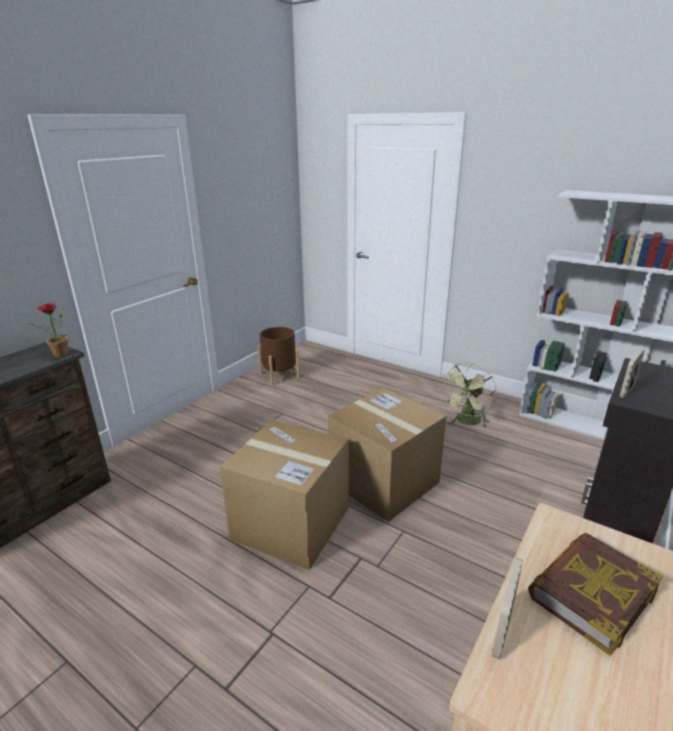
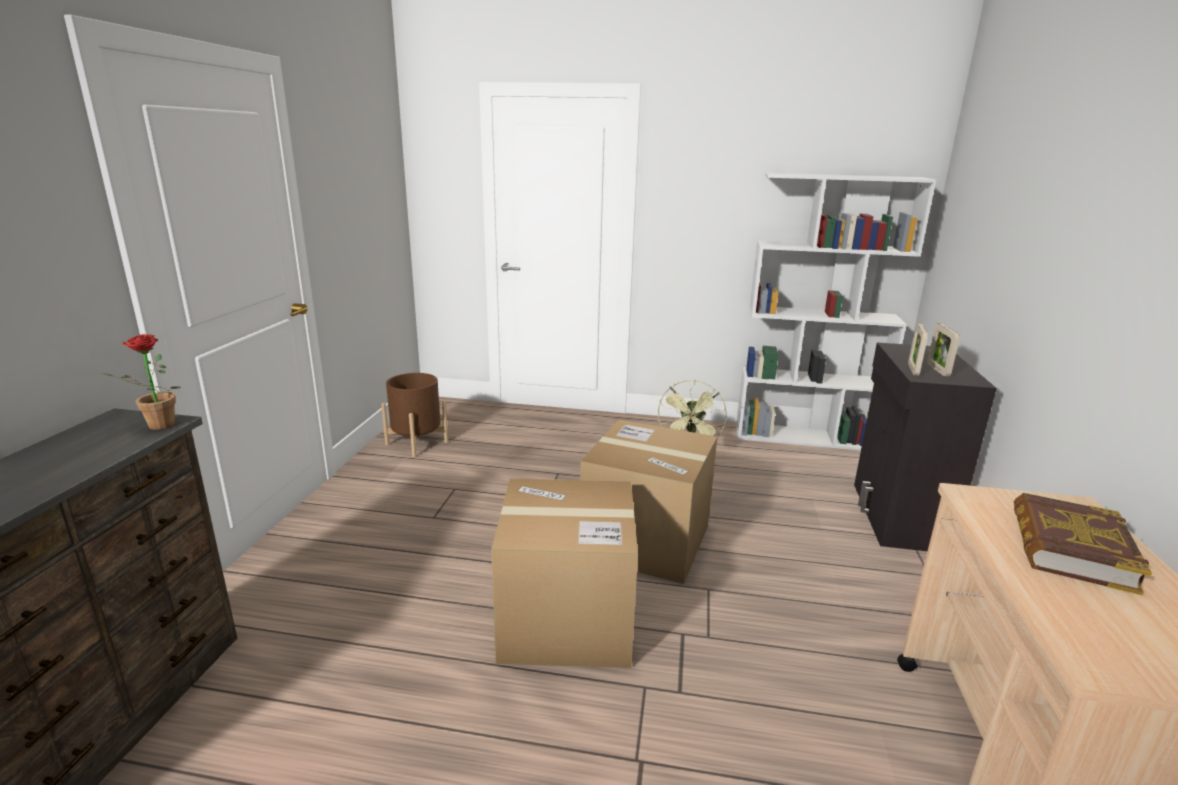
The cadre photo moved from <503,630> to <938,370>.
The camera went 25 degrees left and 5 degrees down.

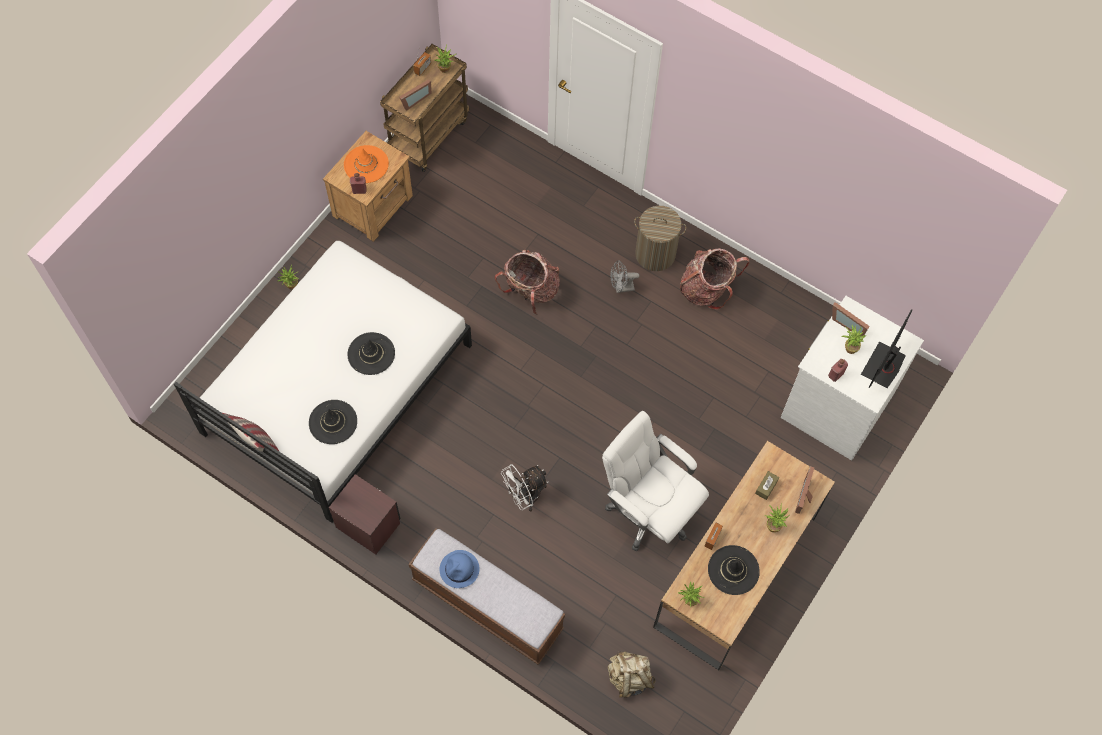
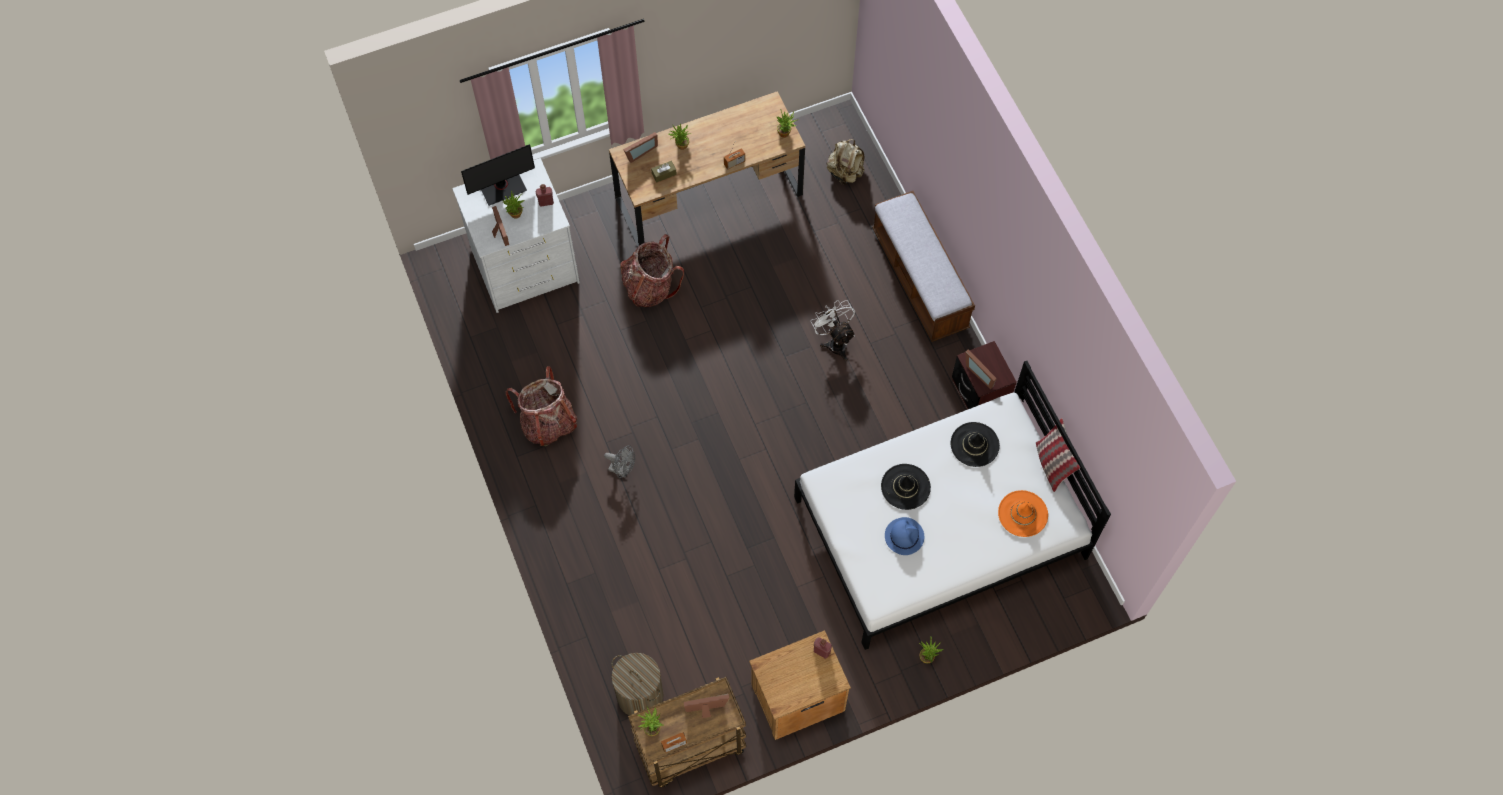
The chapeau (orange) moved from <366,164> to <1023,514>.
The chapeau (bleu) moved from <459,569> to <904,536>.
The sac à dos moved from <530,291> to <650,287>.
The ventilateur (blanc) at <525,496> turned 120 degrees counterclockwise.
The chaise de bureau (blanc) at <648,511> disappeared.
The panier à linge moved from <655,254> to <640,695>.
The chapeau (noir) at <733,570> disappeared.
The cadre photo at <980,372> appeared.
The camera went 145 degrees left and 0 degrees up.

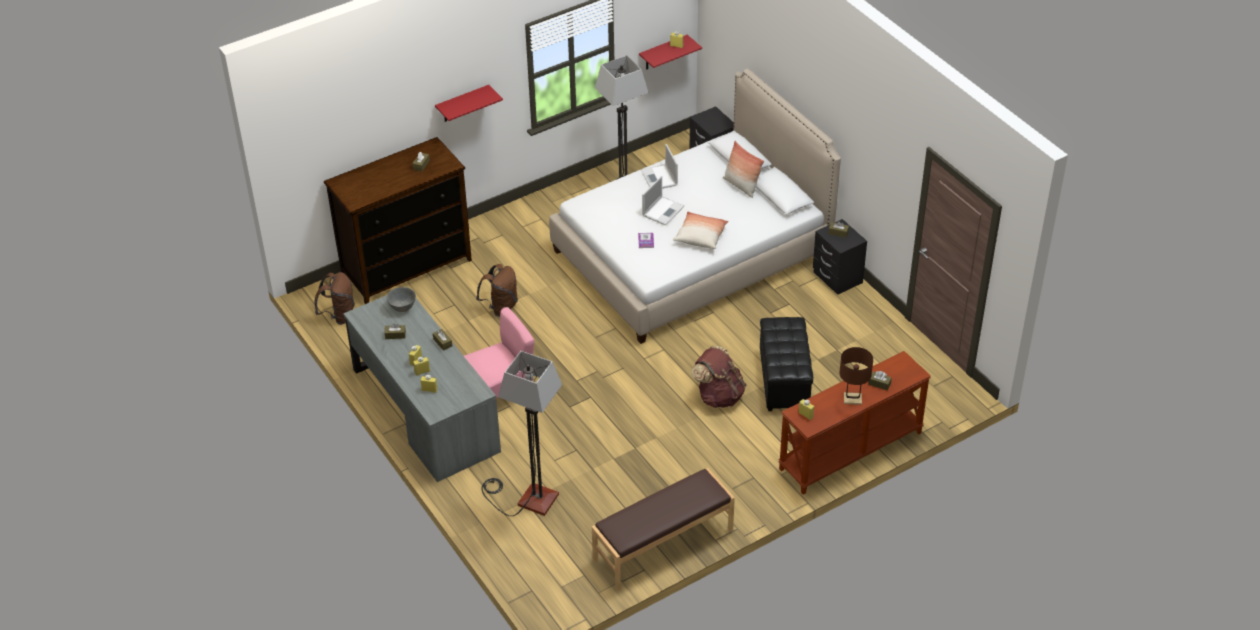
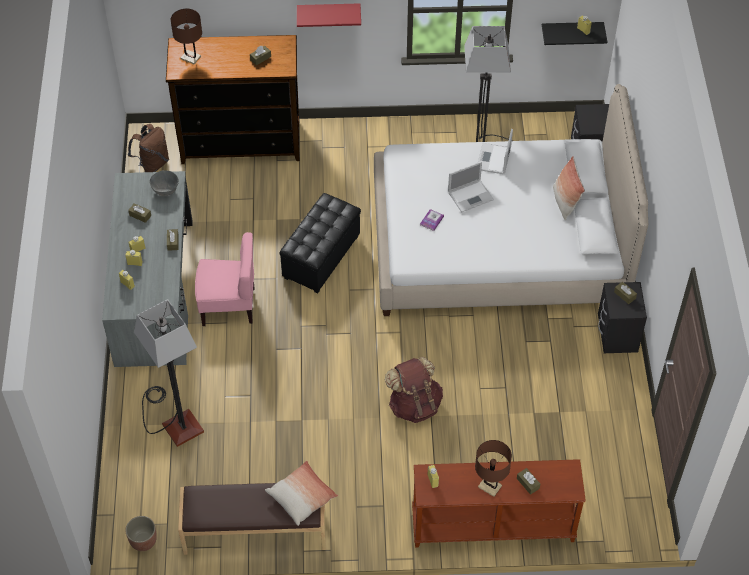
The sac à dos (marron) at <500,307> disappeared.
The étagère (rouge) at <663,53> became the étagère (noir) at <571,31>.
The coussin moved from <700,236> to <302,497>.
The pouf (noir) moved from <784,381> to <322,258>.
The cache-pot at <143,541> appeared.
The lampe de table (marron) at <190,57> appeared.
The camera went 30 degrees right and 10 degrees up.

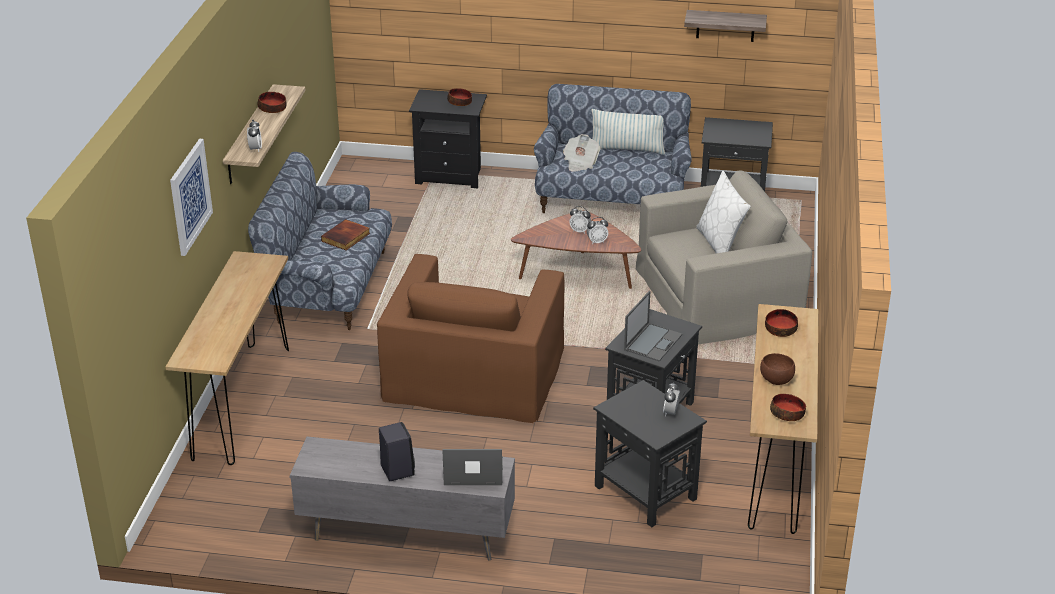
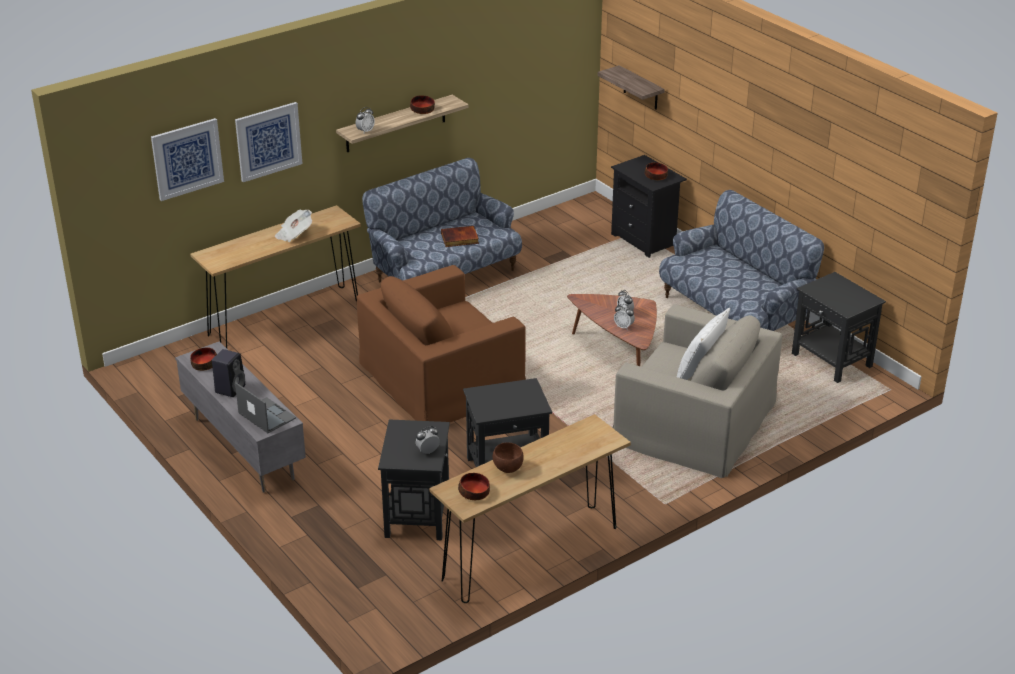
The journal moved from <580,163> to <294,234>.
The coussin at <627,149> disappeared.
The ordinateur portable at <653,342> disappeared.
The étagère moved from <725,25> to <640,88>.
The bol moved from <780,329> to <204,364>.
The tableau at <187,159> appeared.
The camera went 45 degrees right and 0 degrees up.

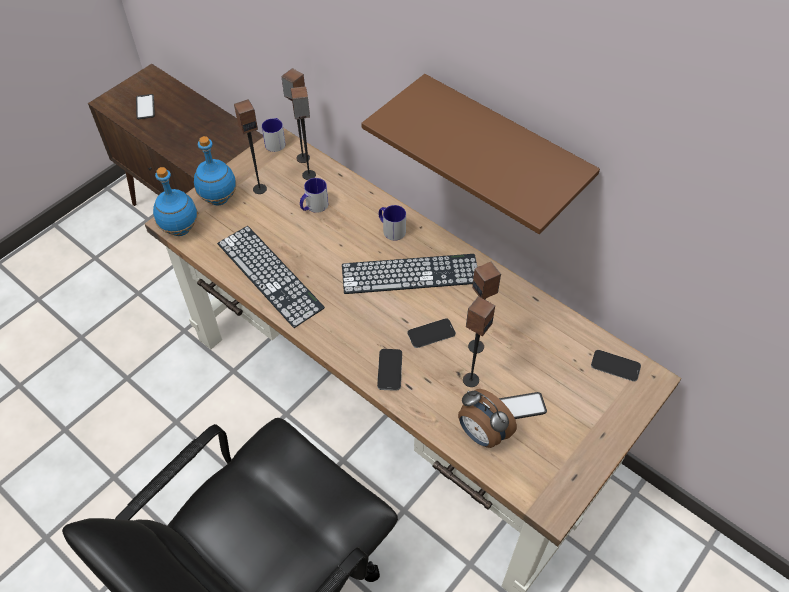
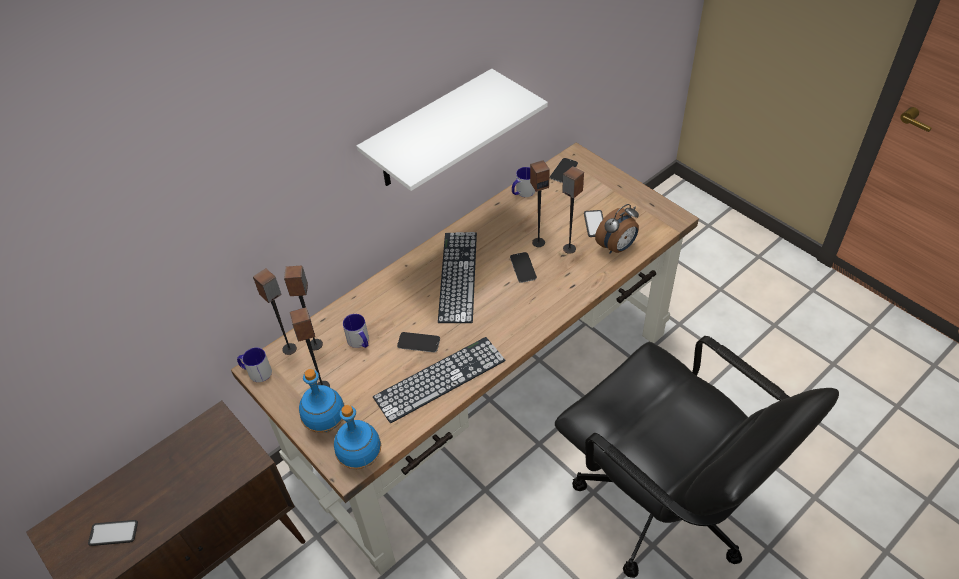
The étagère (marron) at <503,148> became the étagère (blanc) at <429,131>.
The téléphone moved from <389,370> to <418,343>.
The mug moved from <391,229> to <522,192>.
The camera went 80 degrees left and 5 degrees down.

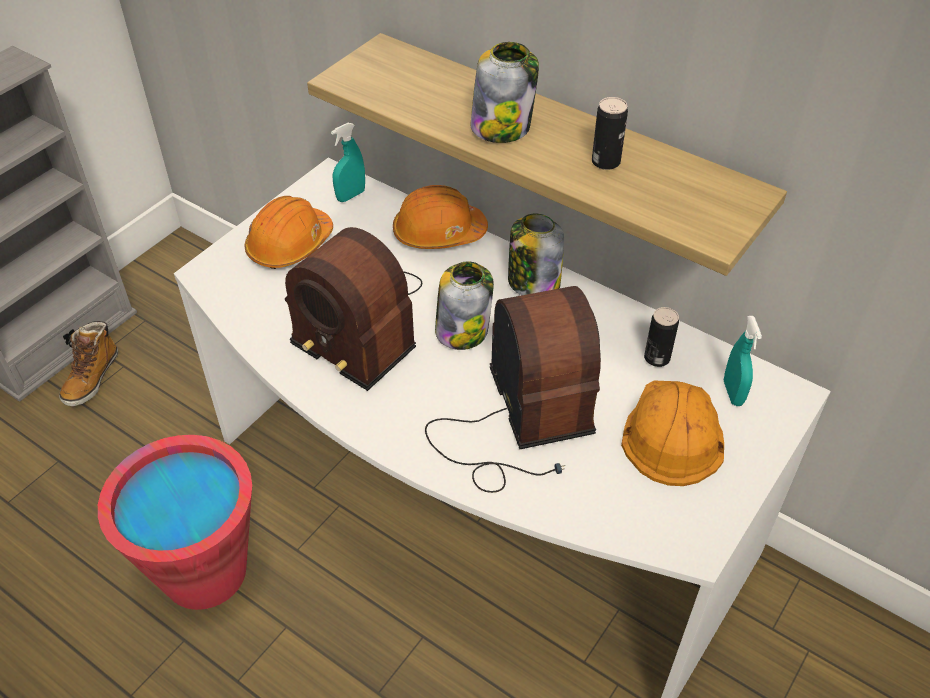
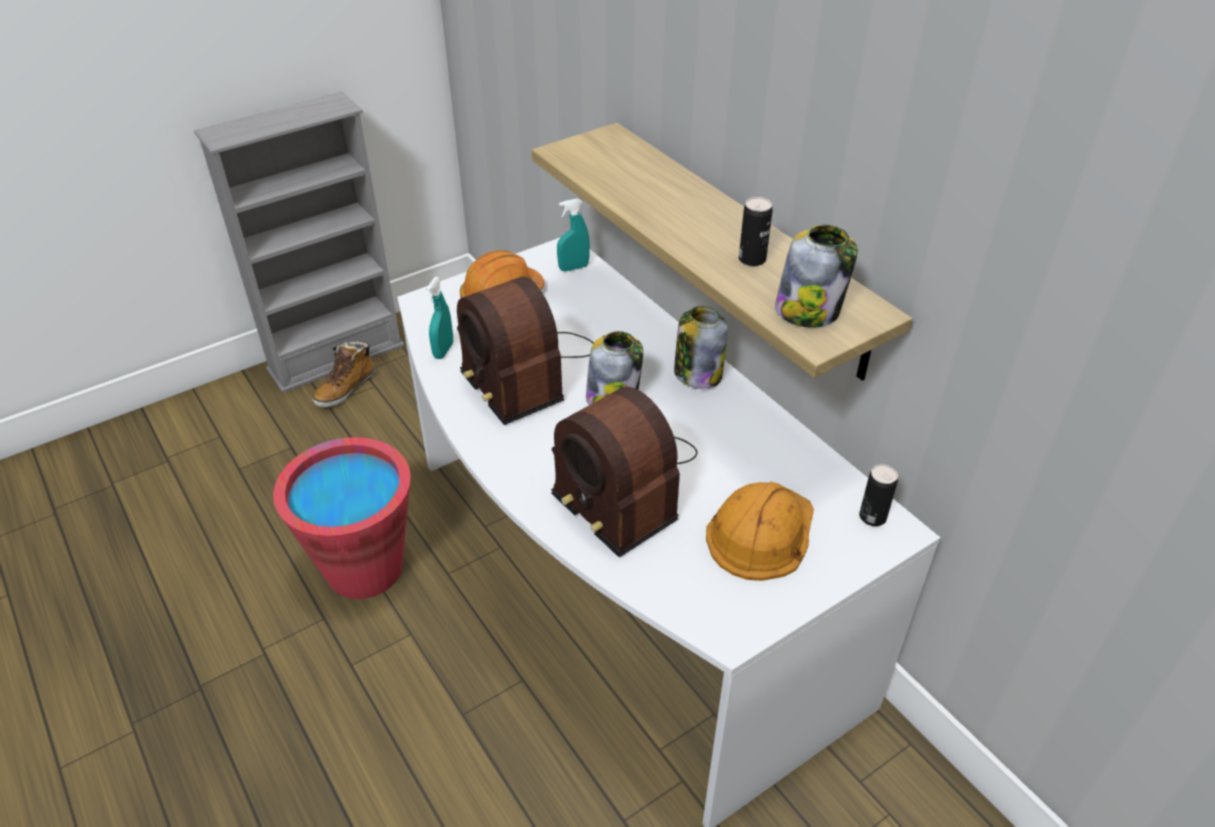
The casque de chantier (orange) at <438,233> disappeared.
The radio at <519,422> turned 135 degrees clockwise.
The bocal moved from <502,127> to <809,310>.
The boîte métallique moved from <657,358> to <872,517>.
The vaporisateur (turquoise) moved from <733,393> to <443,350>.
The camera went 20 degrees right and 5 degrees down.

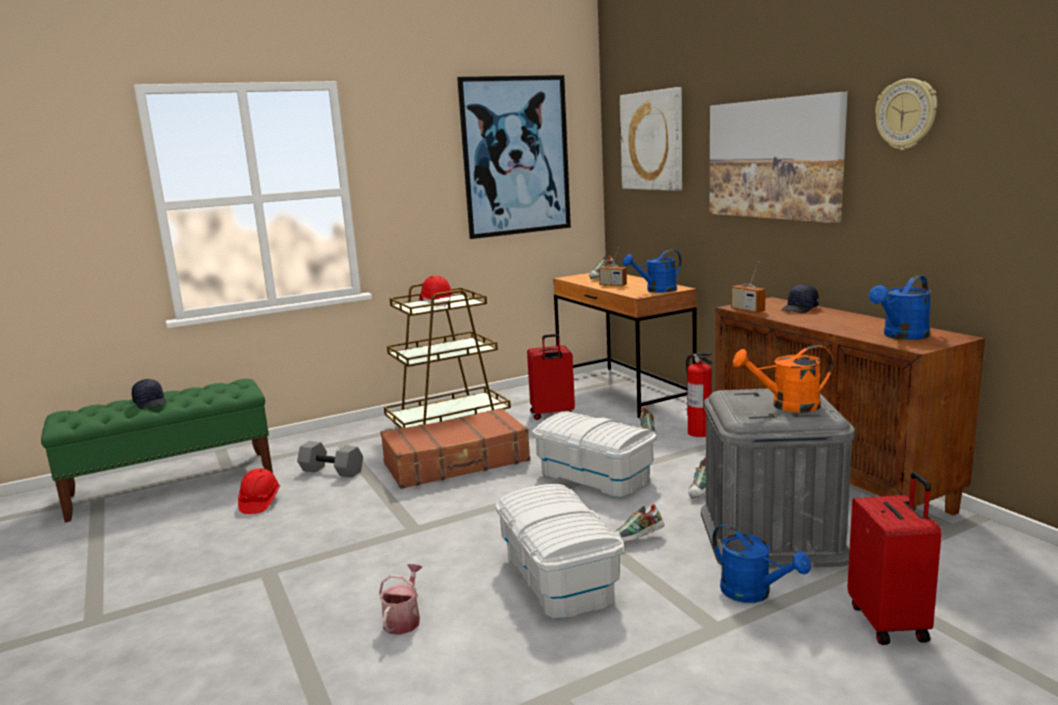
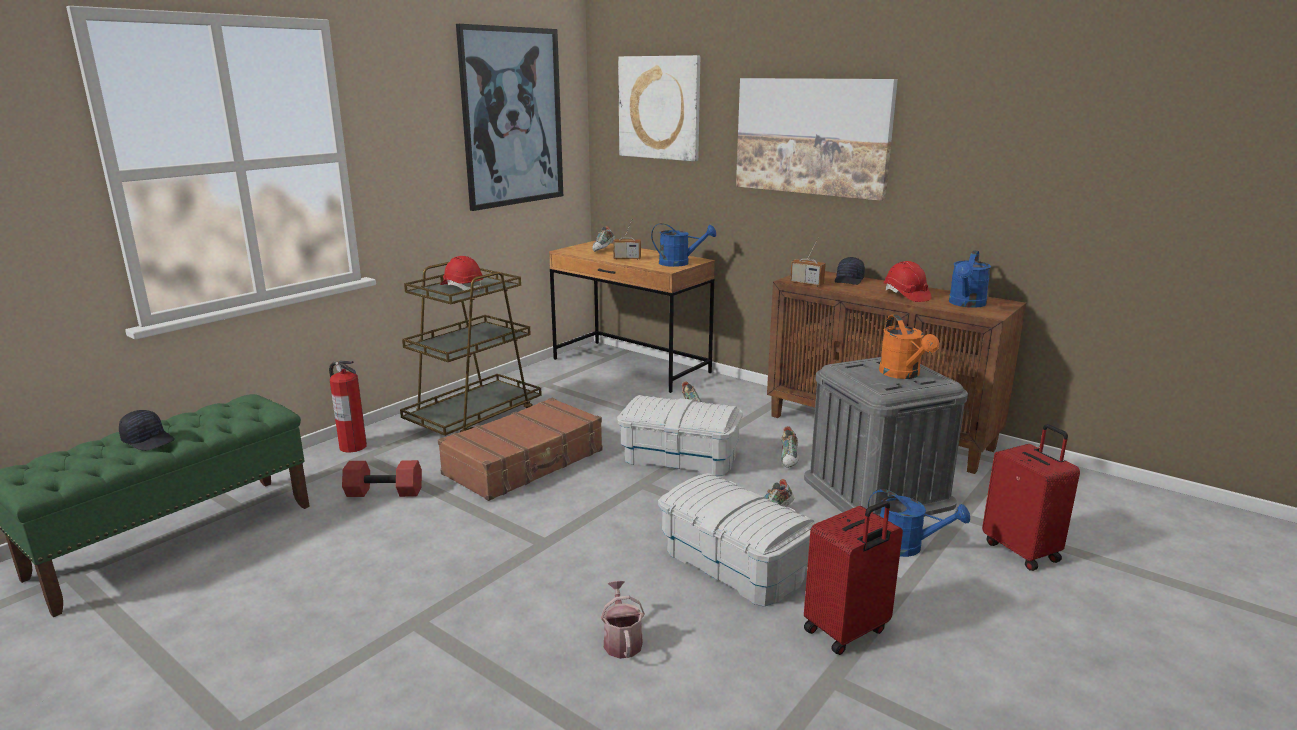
The casque de chantier (rouge) moved from <260,502> to <906,295>.
The haltère (gris) at <333,471> became the haltère (rouge) at <385,492>.
The valise (rouge) moved from <552,414> to <847,631>.
The arrosoir (bleu) at <656,290> turned 120 degrees counterclockwise.
The extincteur moved from <698,432> to <352,446>.
The arrosoir (orange) at <787,406> turned 75 degrees counterclockwise.
The horloge murale at <906,114> disappeared.
The camera went 25 degrees left and 5 degrees up.

